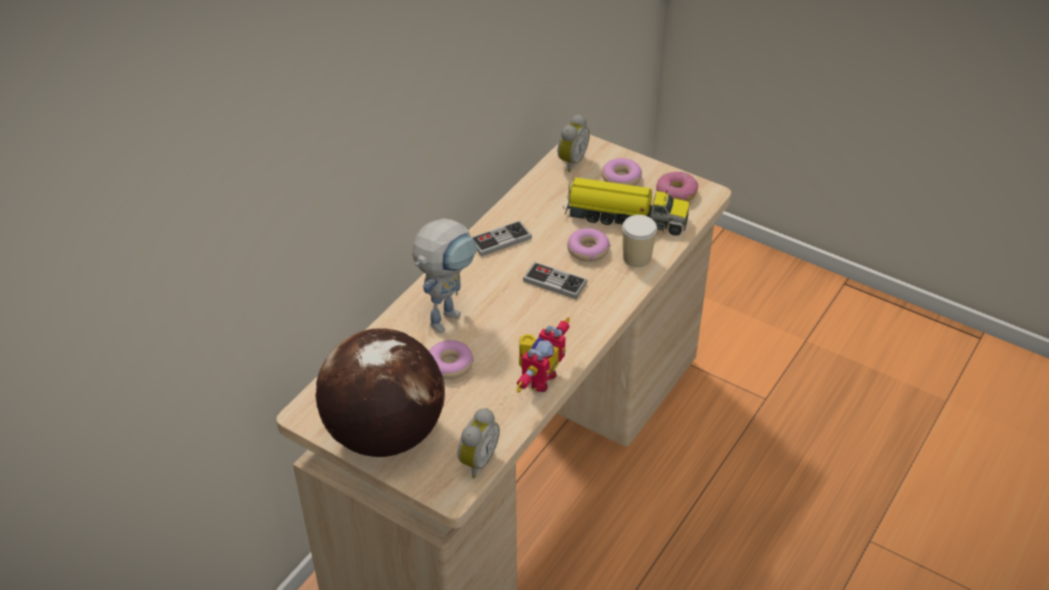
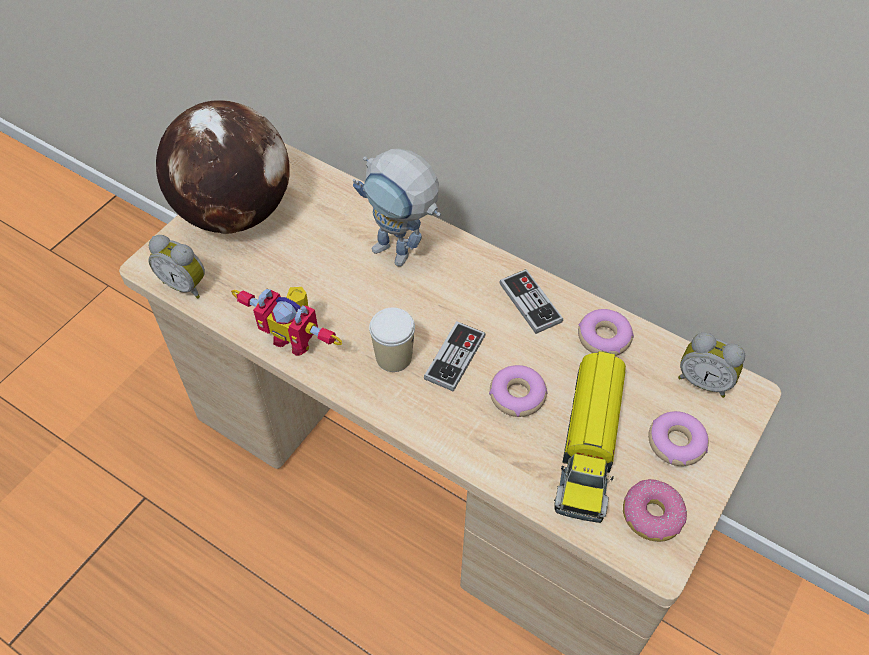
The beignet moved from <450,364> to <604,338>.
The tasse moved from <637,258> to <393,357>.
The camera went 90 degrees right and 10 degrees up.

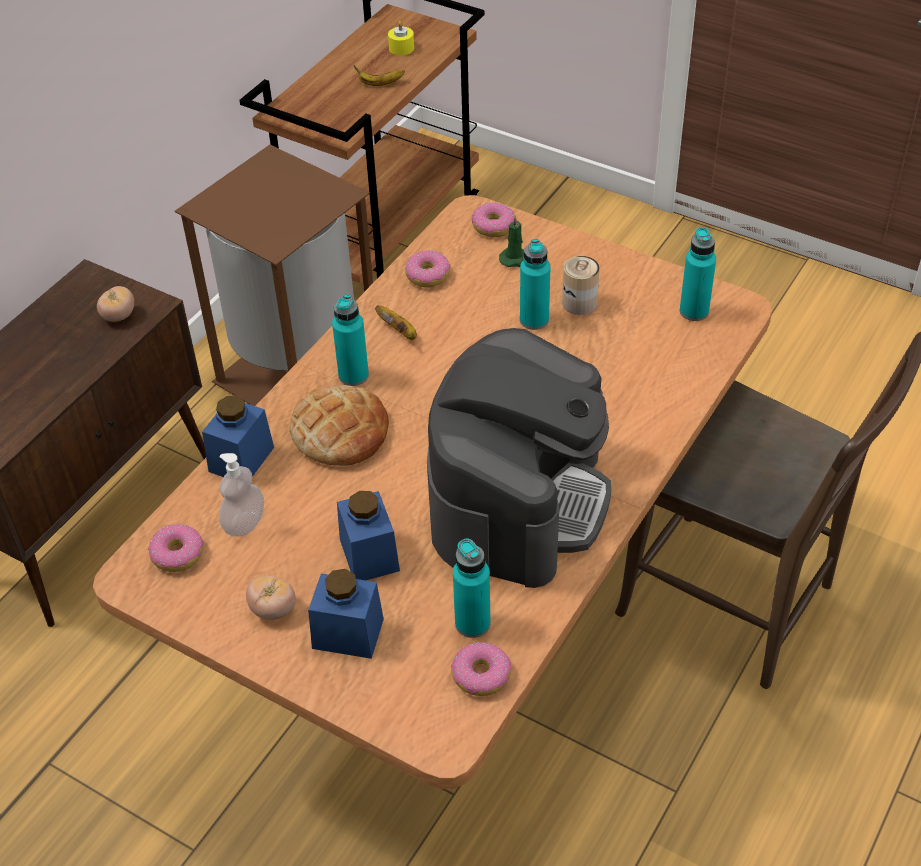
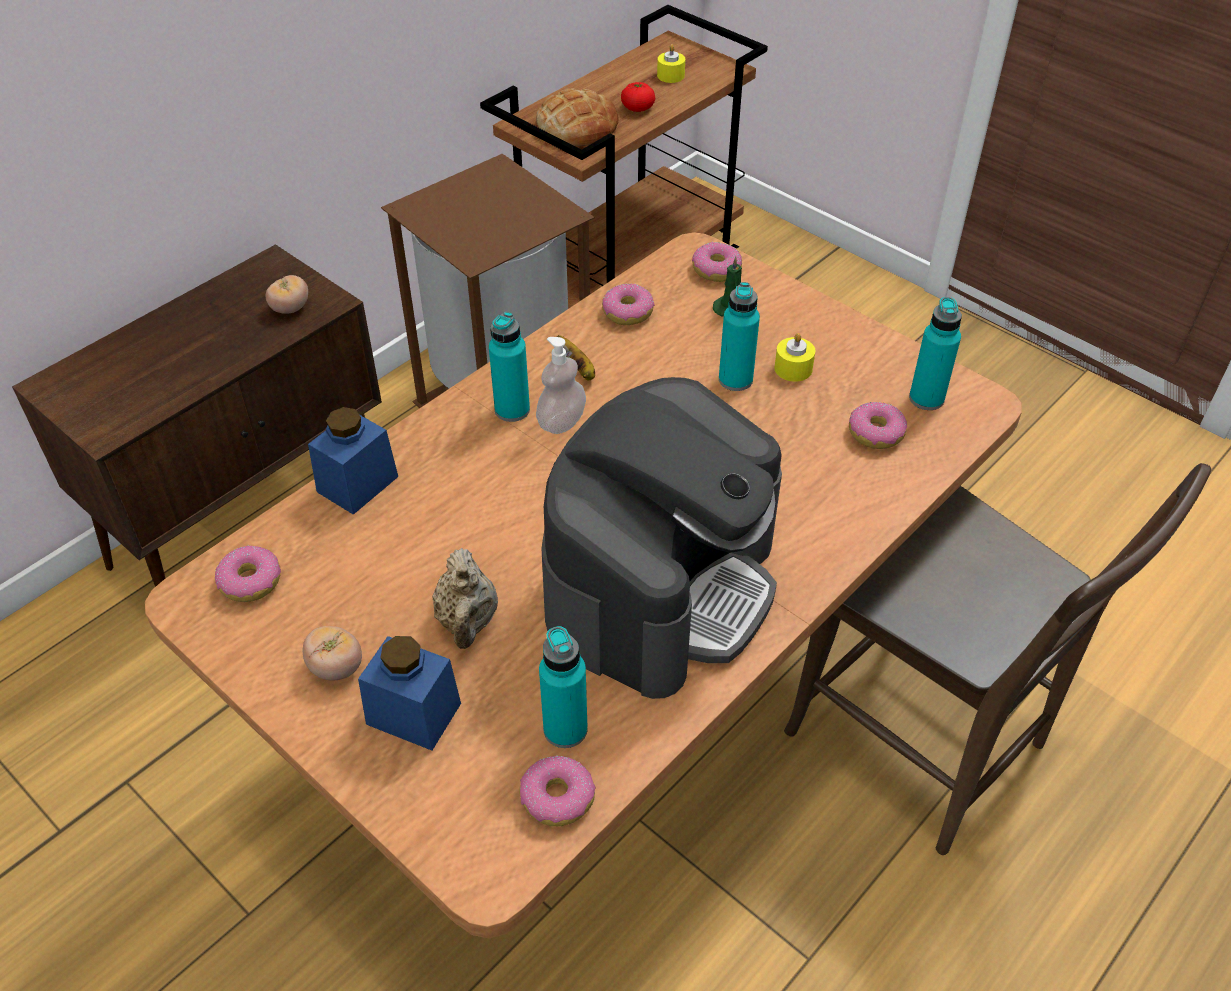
The distributeur de savon moved from <244,523> to <561,422>.
The pain moved from <340,432> to <577,126>.
The bocal (bleu) at <369,555> was replaced by the théière (beige) at <467,622>.
The banane at <380,84> was replaced by the tomate at <637,108>.
The boîte métallique at <579,303> was replaced by the bougie (jaune) at <793,368>.
The beignet at <876,433> appeared.
The camera went 10 degrees right and 0 degrees up.

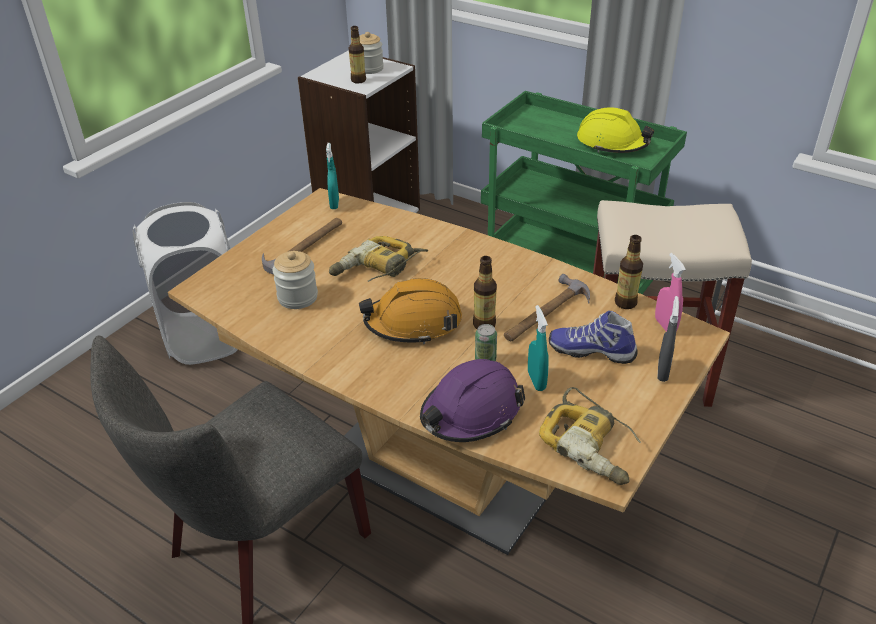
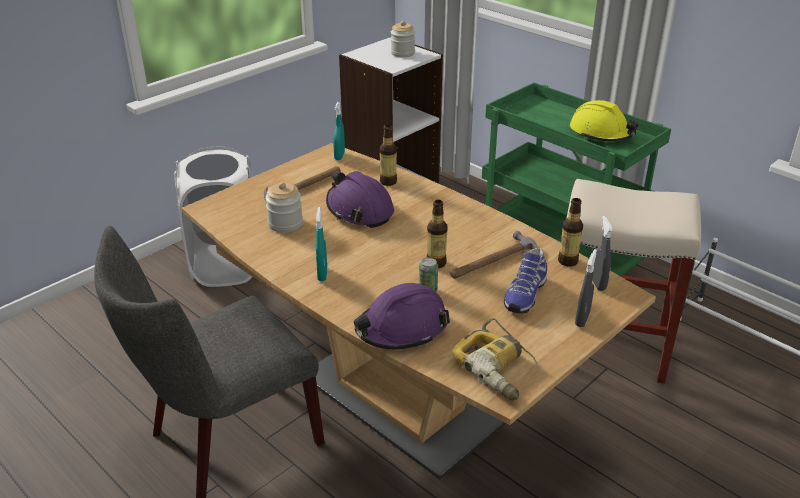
The perceuse at <377,269> was replaced by the casque de chantier (violet) at <359,210>.
The bouteille moved from <358,80> to <388,182>.
The casque de chantier (orange) at <413,323> disappeared.
The vaporisateur (turquoise) moved from <536,381> to <322,274>.
The chaussure at <592,350> turned 90 degrees counterclockwise.
The vaporisateur (rose) at <665,325> became the vaporisateur (gris) at <597,283>.
The camera went 10 degrees right and 5 degrees down.

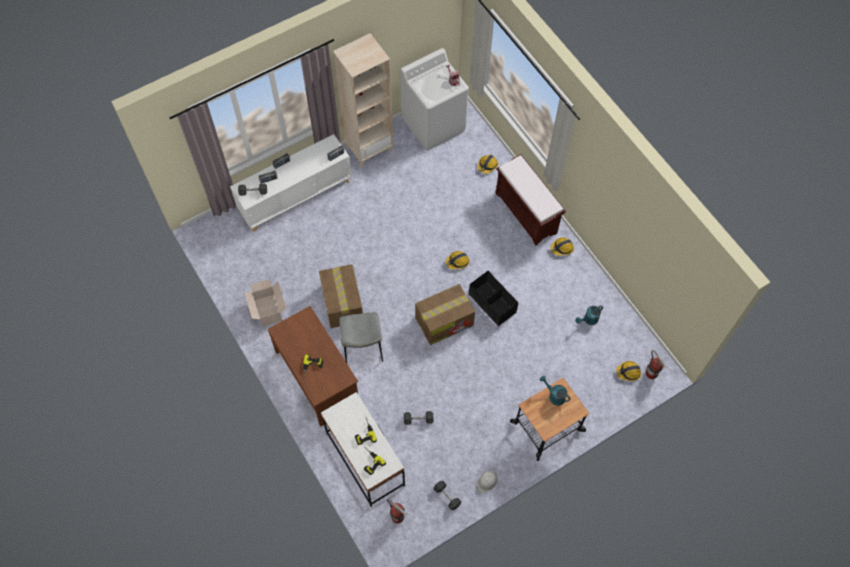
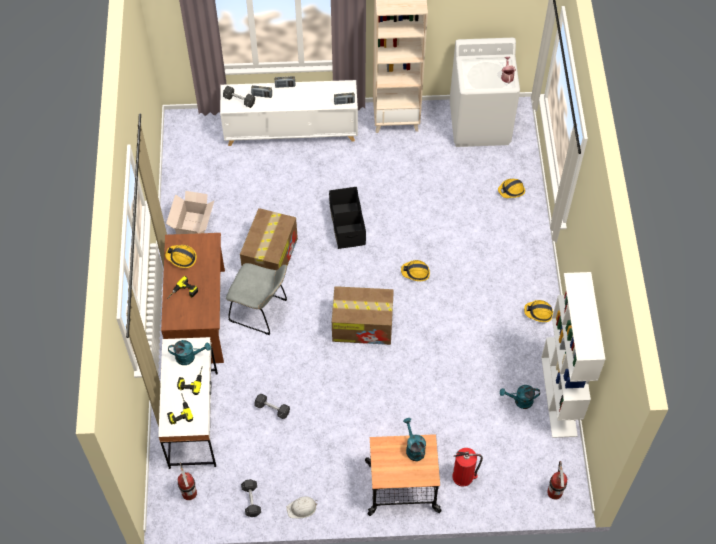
The chaise (gris) at <362,349> turned 90 degrees counterclockwise.
The boîte de rangement (noir) moved from <492,303> to <347,225>.
The banc (marron) at <526,213> disappeared.
The casque de chantier moved from <628,372> to <181,258>.
The arrosoir (turquoise) at <189,357> appeared.
The extincteur at <463,476> appeared.
The bibliothèque (blanc) at <559,396> appeared.
The camera went 30 degrees right and 5 degrees down.

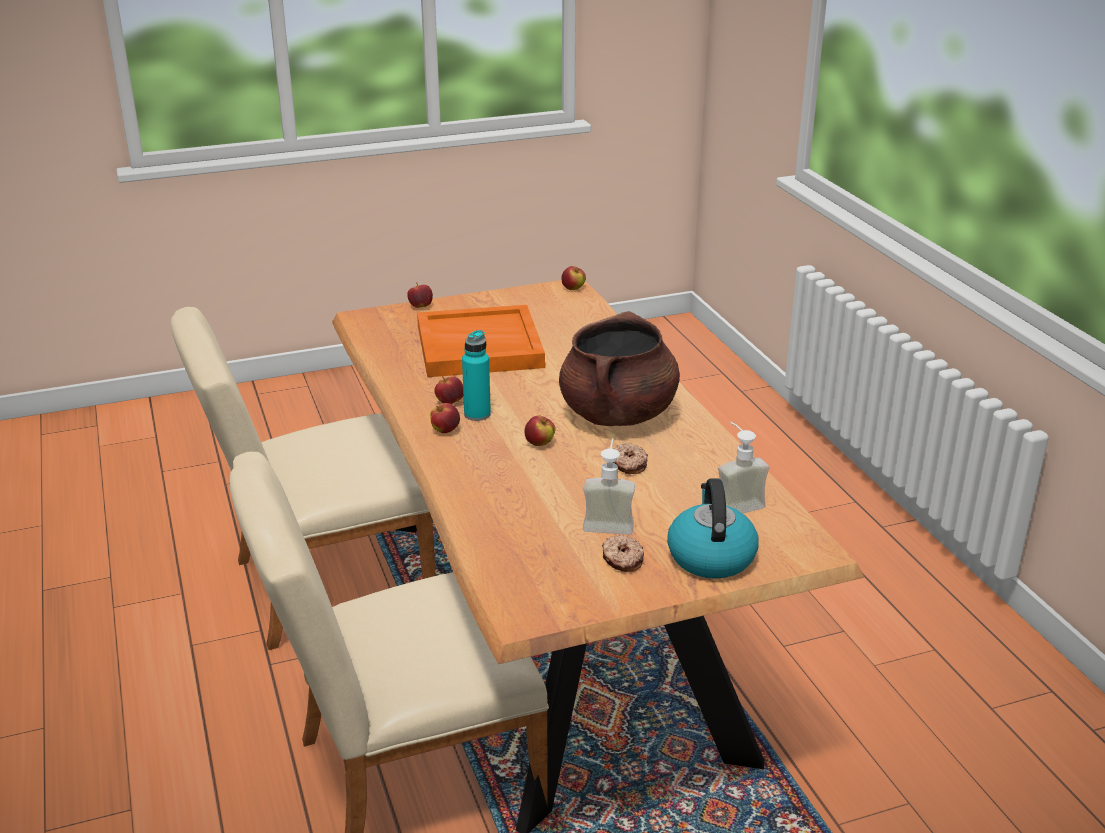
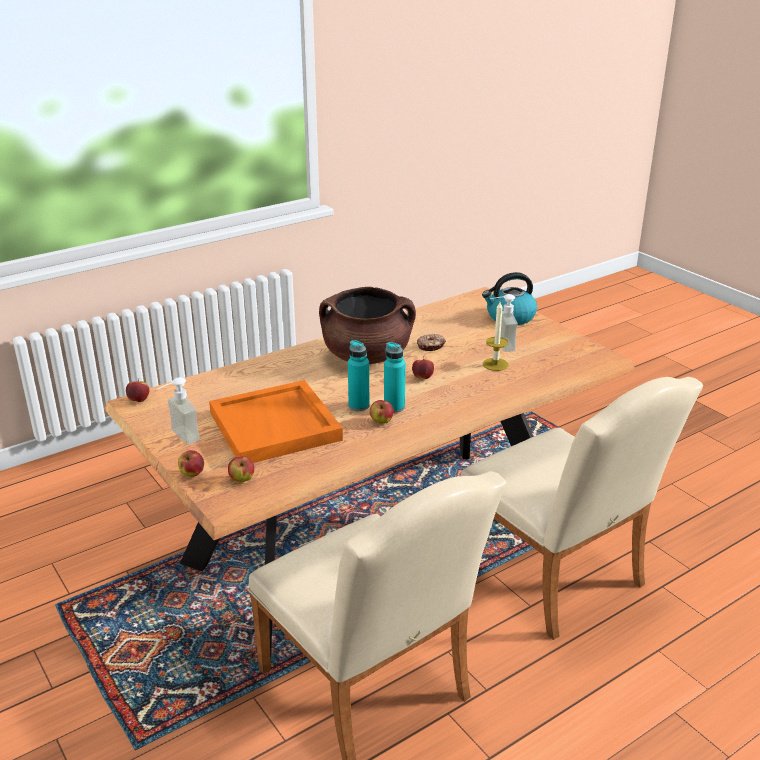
The pomme moved from <445,430> to <242,480>.
The beignet at <622,560> disappeared.
The distributeur de savon moved from <734,503> to <178,438>.
The bouteille (turquoise) at <359,406> appeared.
The bougie at <495,364> appeared.
The camera went 105 degrees left and 0 degrees up.

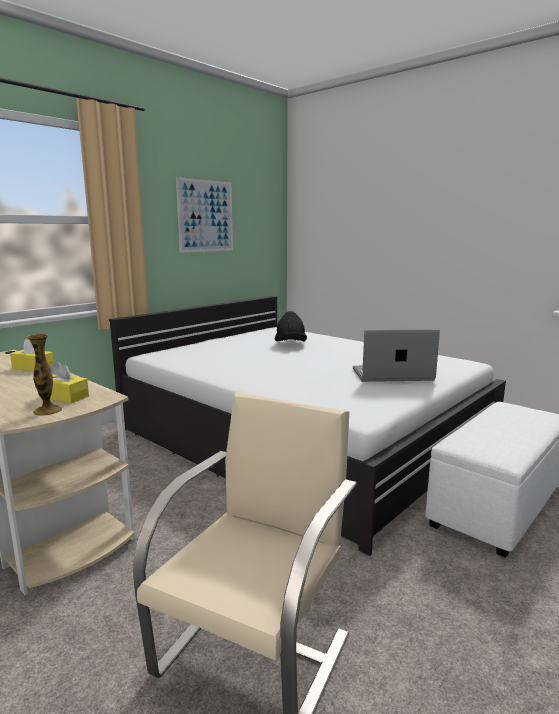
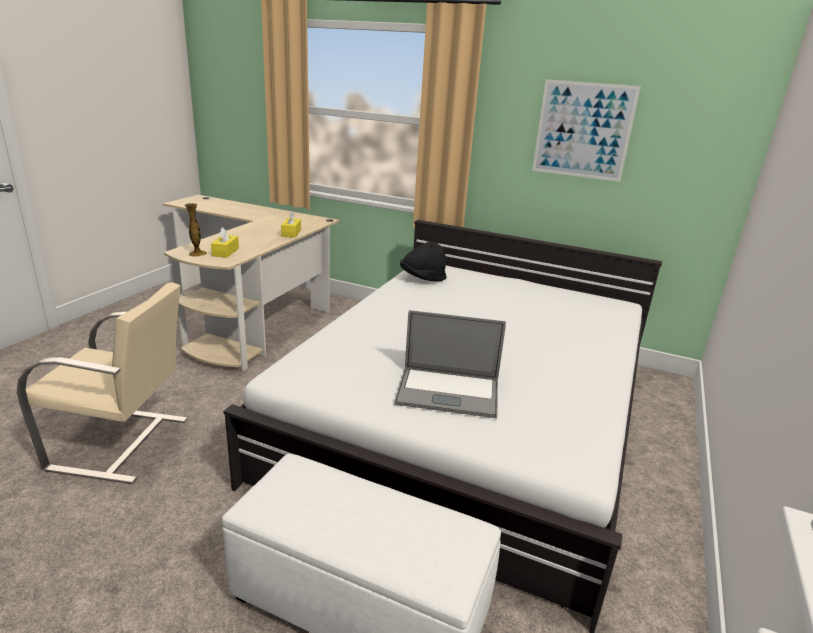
The chapeau (noir) moved from <290,344> to <422,278>.
The ordinateur portable at <392,374> turned 120 degrees clockwise.
The camera went 70 degrees right and 10 degrees up.

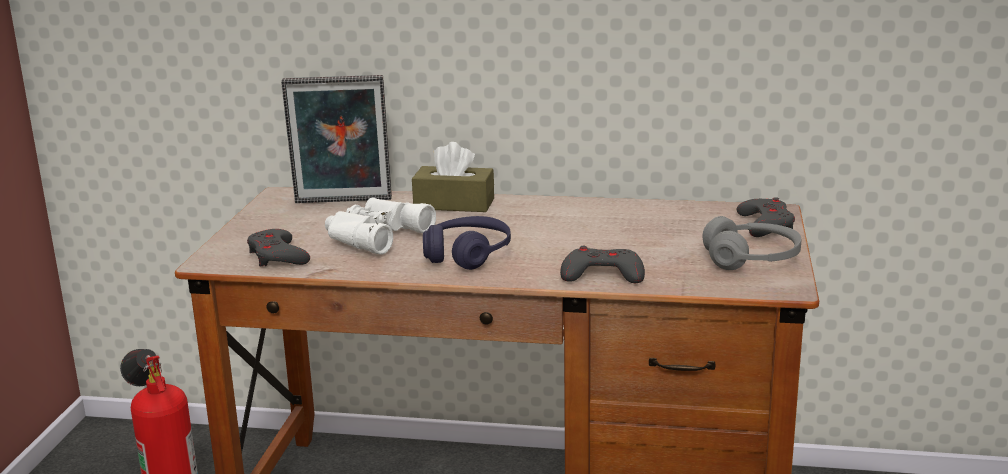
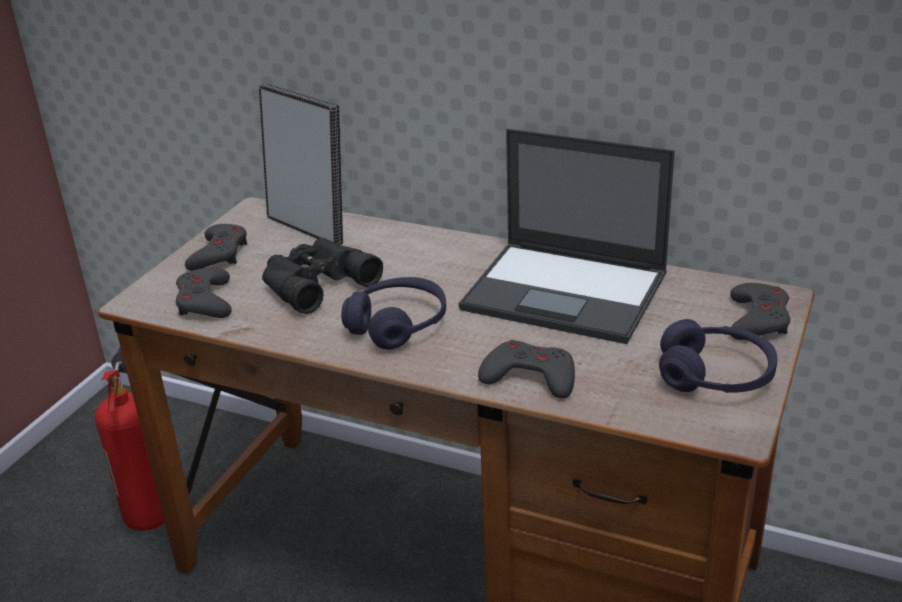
The cadre photo at <343,202> turned 150 degrees counterclockwise.
The jumelles (blanc) at <372,235> became the jumelles (noir) at <314,282>.
The boîte à mouchoirs (marron) at <454,204> disappeared.
The casque audio (gris) at <751,259> became the casque audio (violet) at <715,376>.
The manette (gris) at <219,254> appeared.
The ordinateur portable at <567,292> appeared.
The camera went 15 degrees right and 10 degrees up.

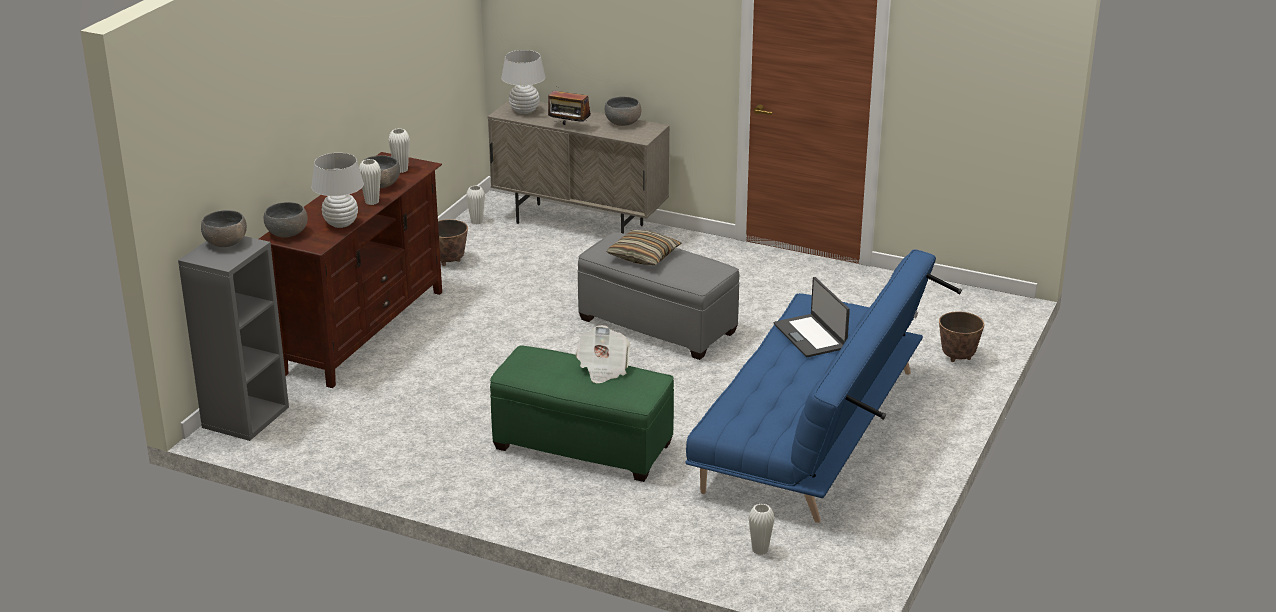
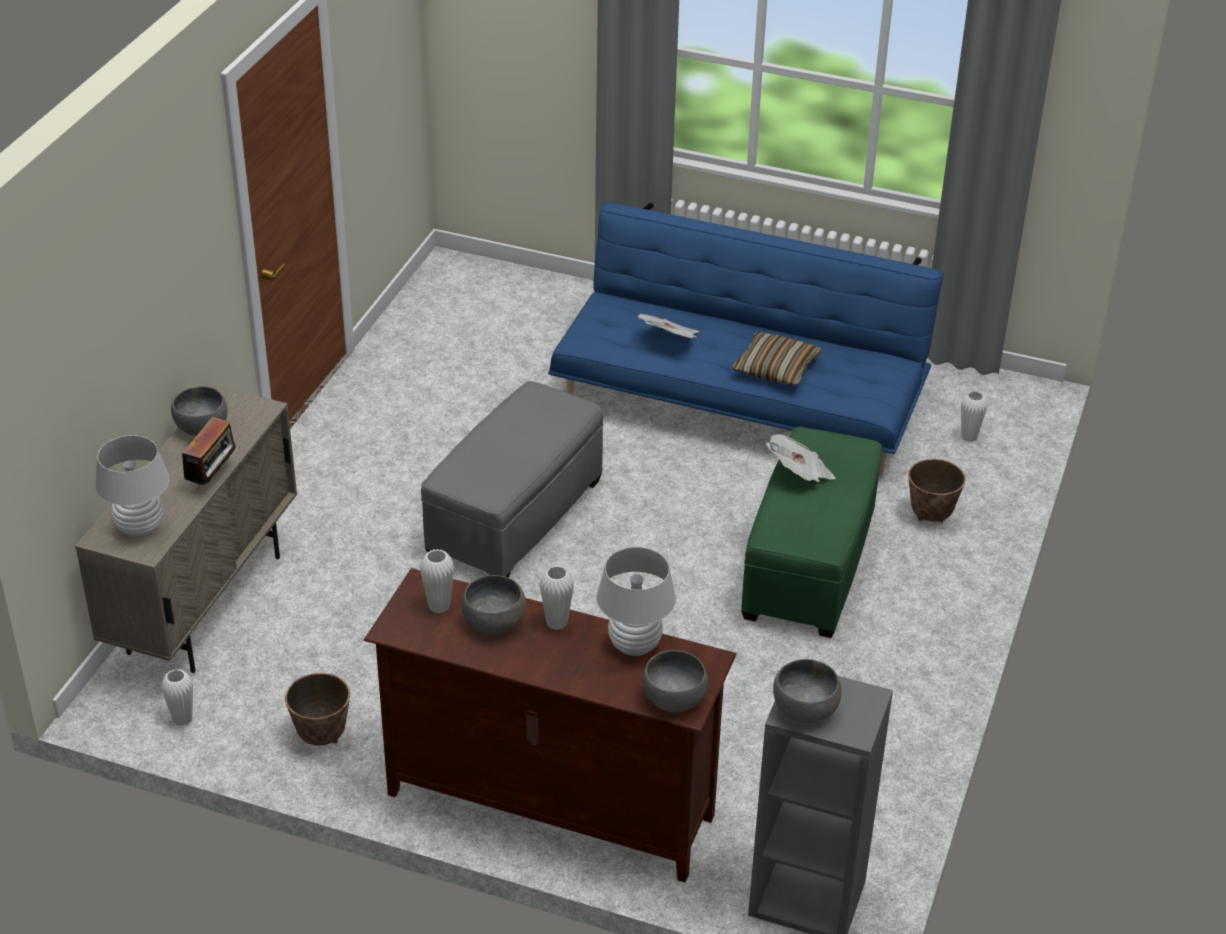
The coussin moved from <643,256> to <776,368>.
The ordinateur portable at <810,336> was replaced by the journal at <670,340>.
The cache-pot moved from <958,358> to <931,516>.
The camera went 95 degrees left and 10 degrees up.

